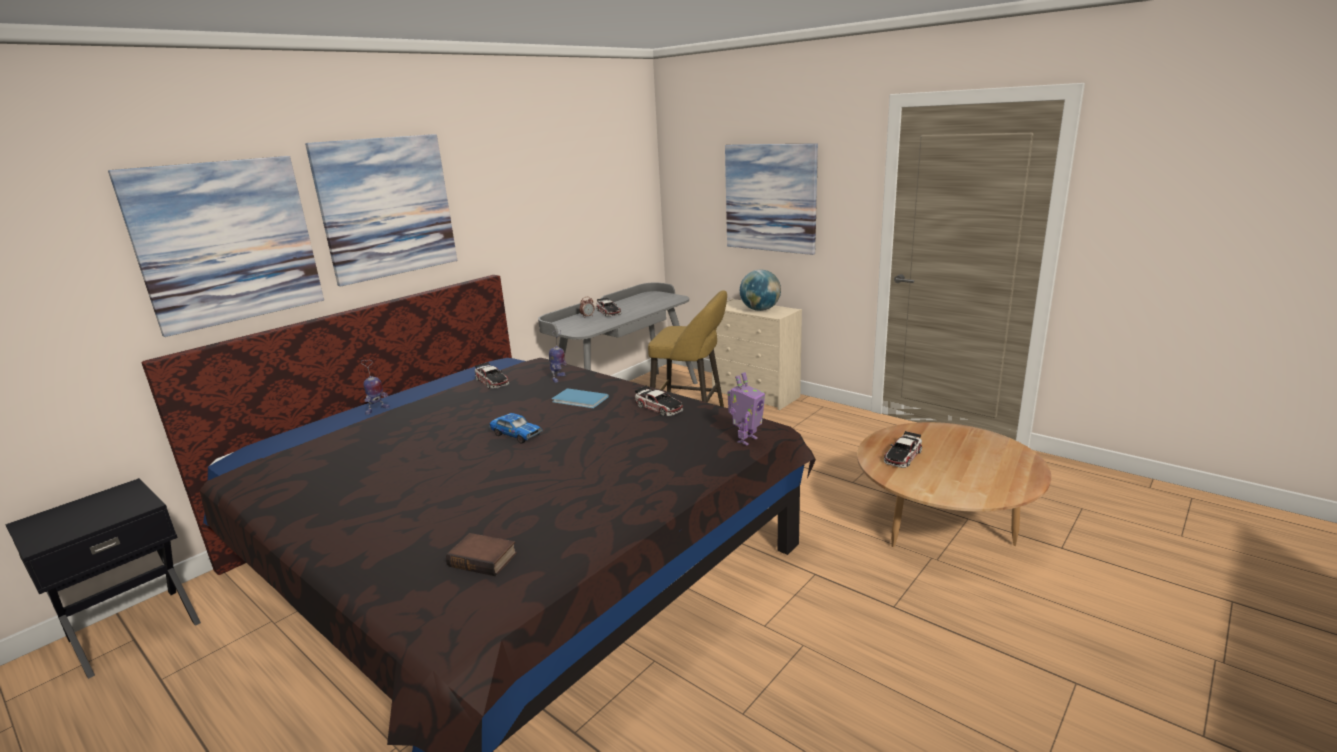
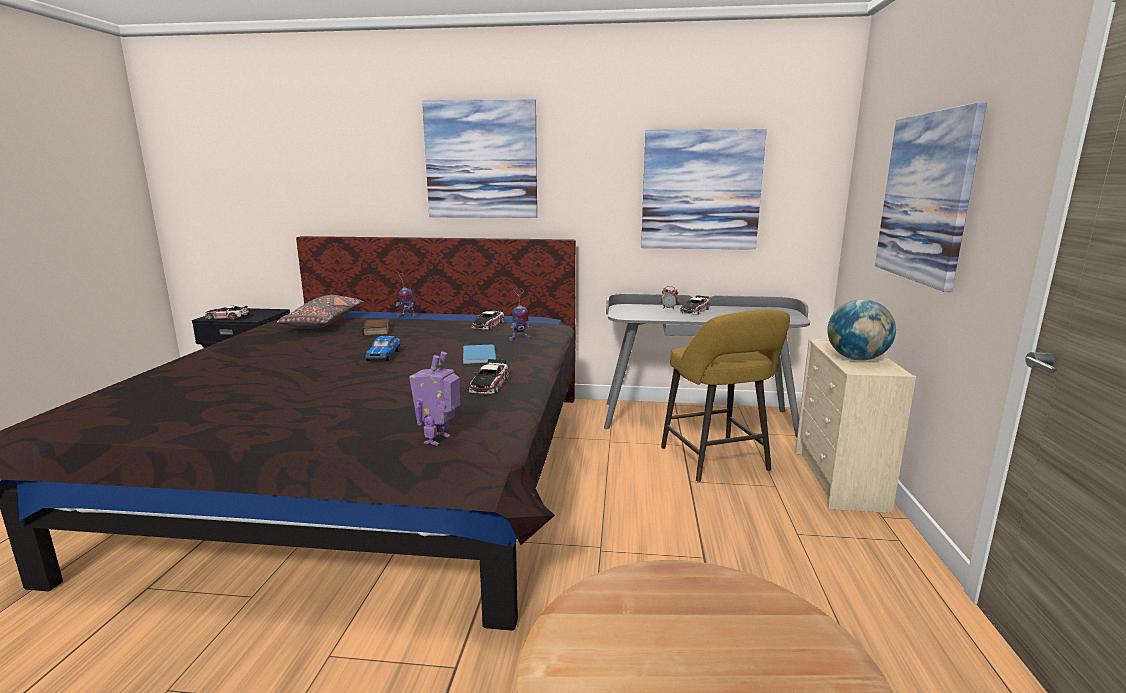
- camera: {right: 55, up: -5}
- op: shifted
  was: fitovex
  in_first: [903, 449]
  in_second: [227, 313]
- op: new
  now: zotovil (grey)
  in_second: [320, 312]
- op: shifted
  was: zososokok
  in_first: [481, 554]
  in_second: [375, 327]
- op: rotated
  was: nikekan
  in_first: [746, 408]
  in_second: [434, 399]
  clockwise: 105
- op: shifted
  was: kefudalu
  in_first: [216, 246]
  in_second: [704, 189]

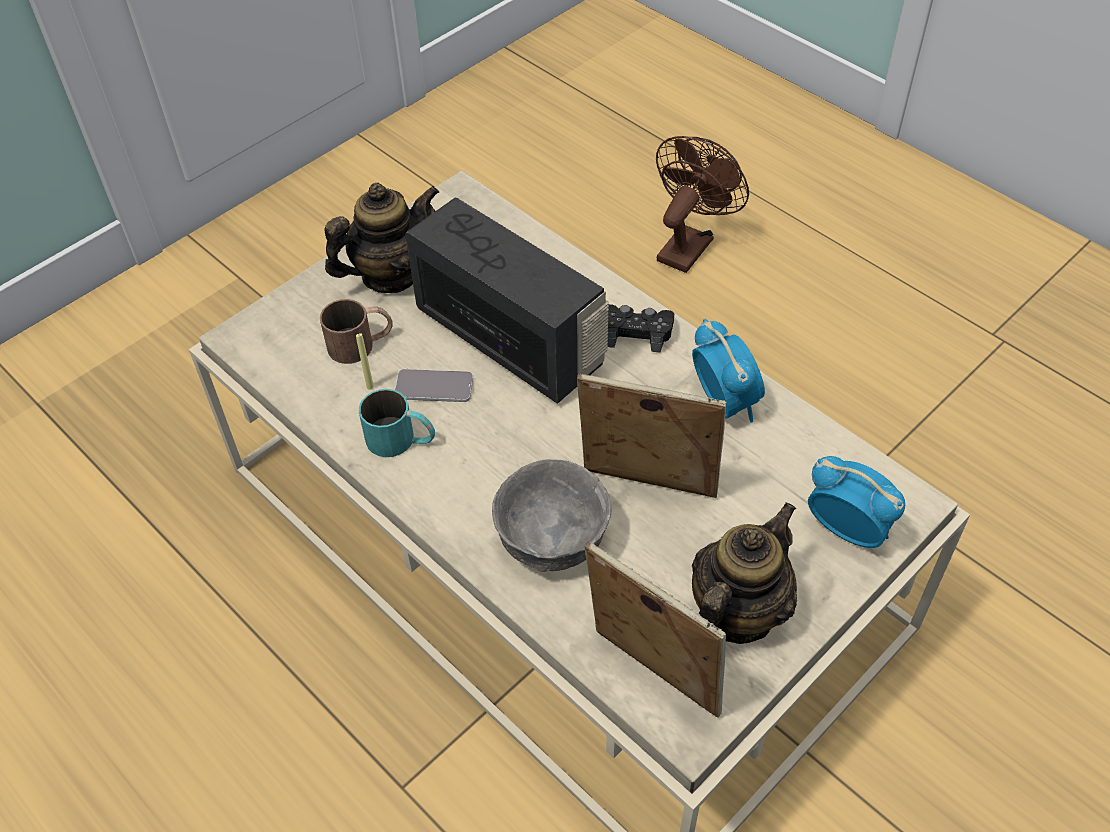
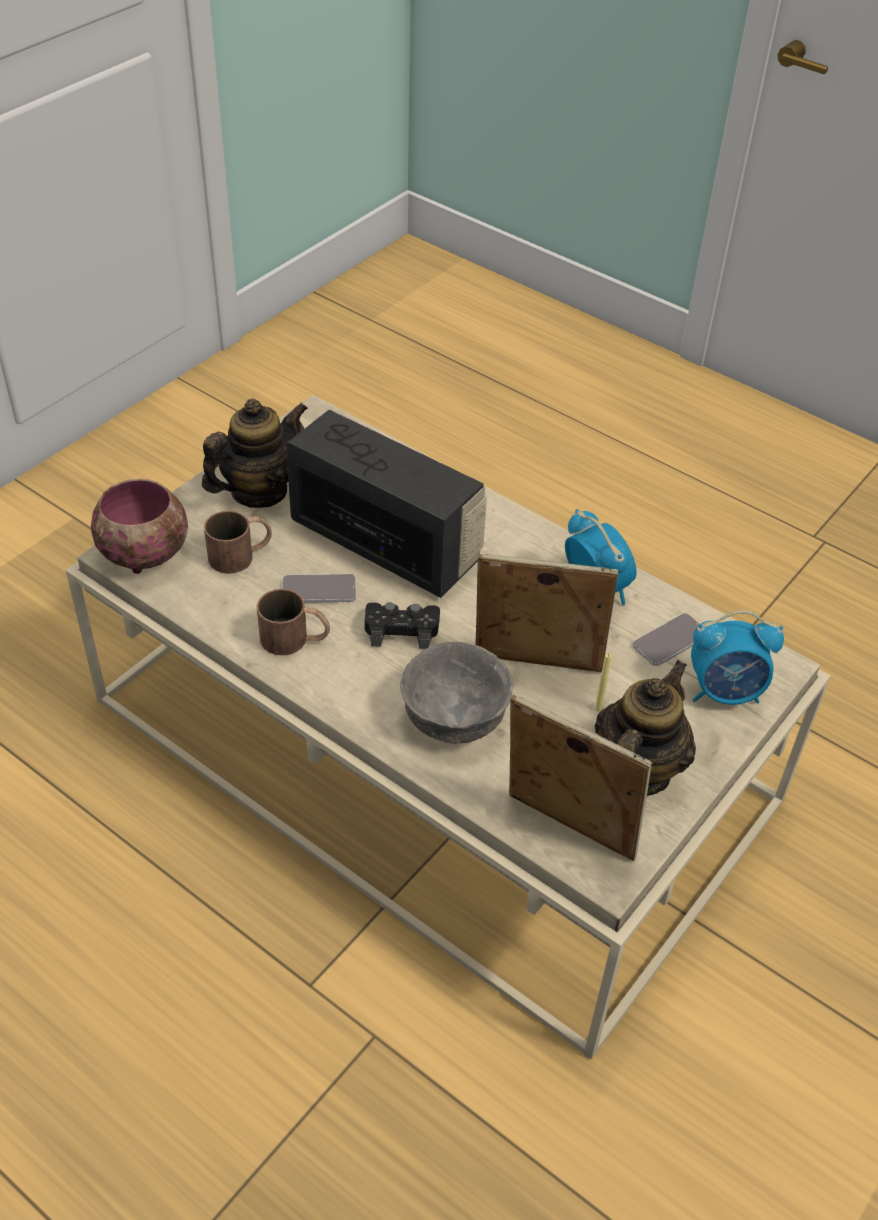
- camera: {right: -10, up: -5}
- op: new
  now: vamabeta
  in_second: [139, 526]
- op: repainted
  was: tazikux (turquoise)
  now: tazikux (brown)
  in_first: [397, 423]
  in_second: [293, 622]
- op: shifted
  was: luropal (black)
  in_first: [640, 328]
  in_second: [402, 625]
- op: shifted
  was: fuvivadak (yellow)
  in_first: [365, 361]
  in_second: [603, 683]
- op: new
  now: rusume
  in_second: [666, 639]
- op: rotated
  was: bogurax
  in_first: [856, 502]
  in_second: [737, 657]
  clockwise: 150
- op: gone
  was: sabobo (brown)
  in_first: [702, 204]

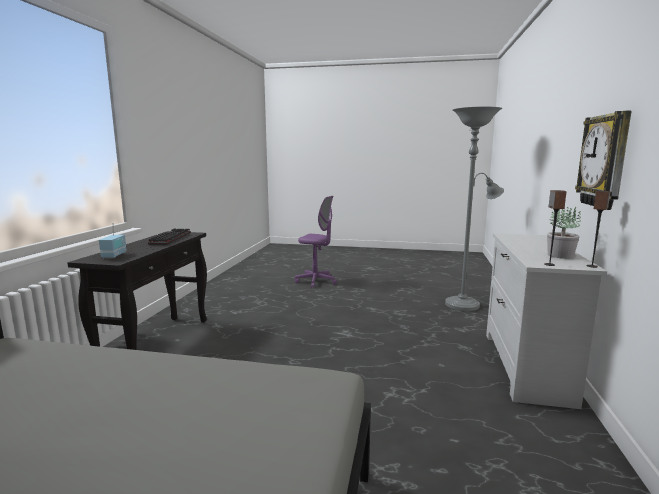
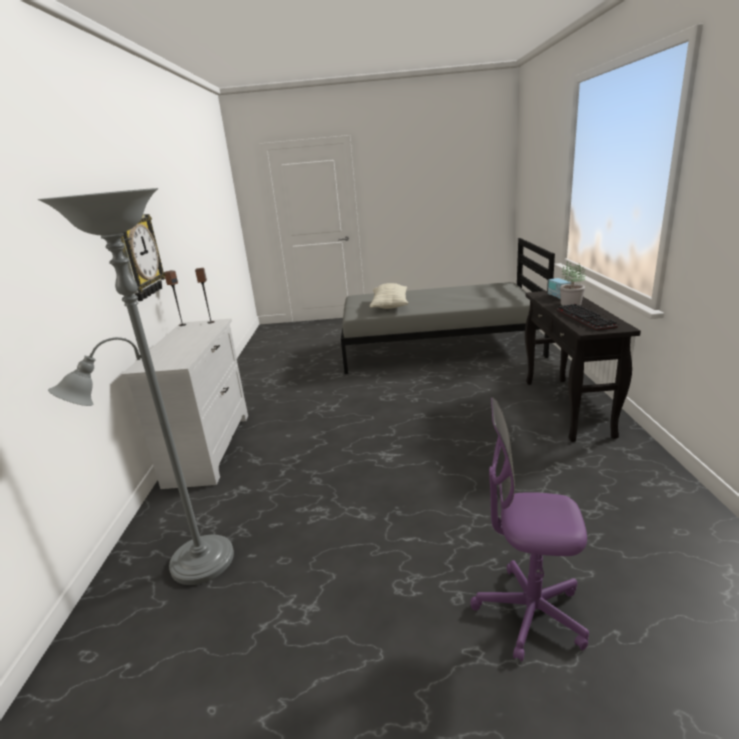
- camera: {right: 170, up: 10}
- op: new
  now: zotovil
  in_second: [389, 296]
- op: shifted
  was: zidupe
  in_first: [564, 232]
  in_second: [573, 284]

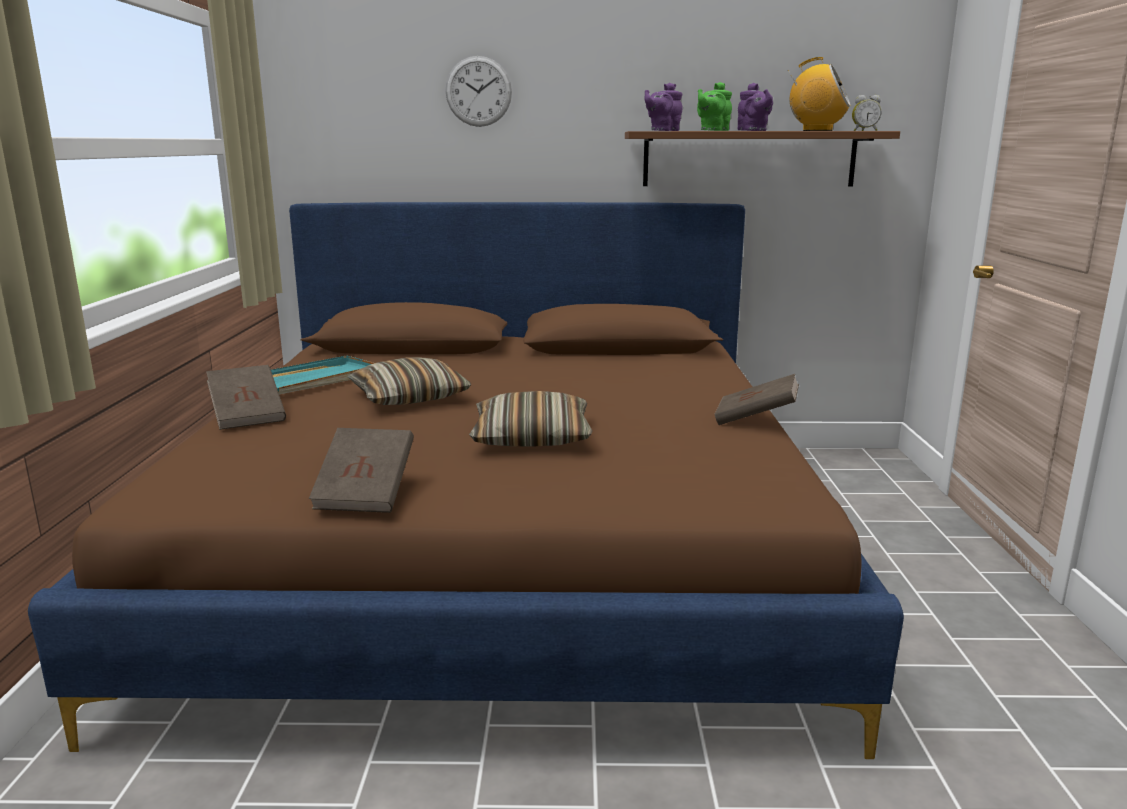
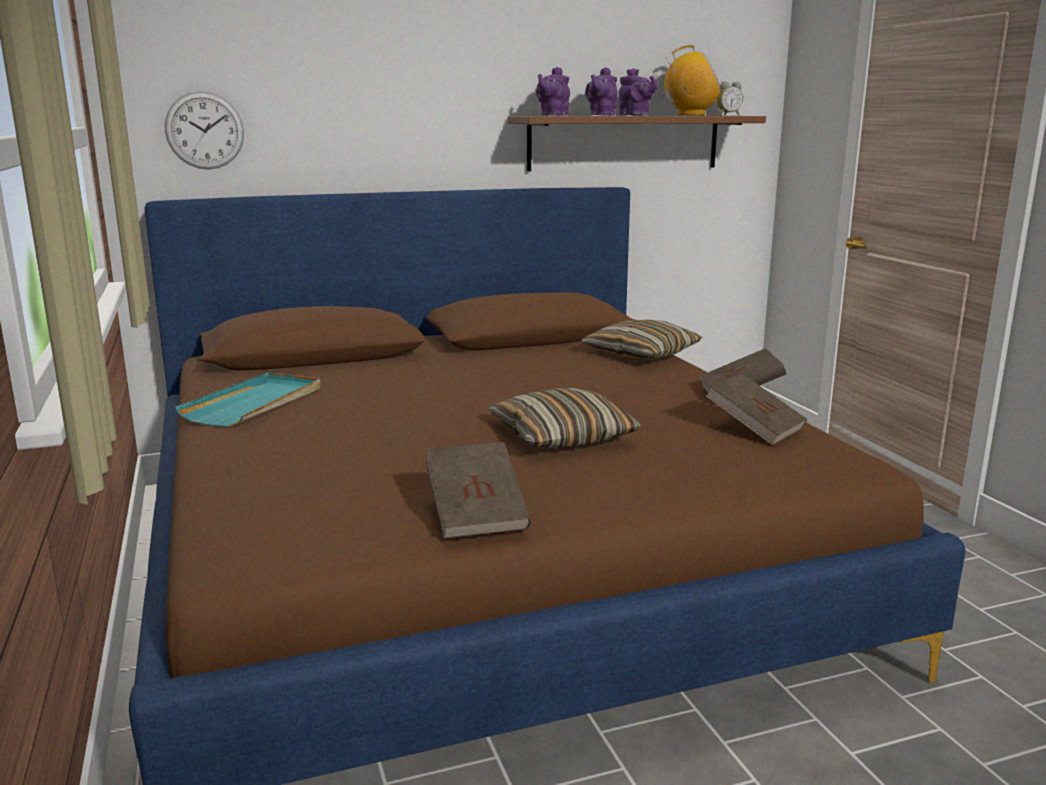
- camera: {right: -20, up: 0}
- op: shifted
  was: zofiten
  in_first: [478, 91]
  in_second: [204, 130]
- op: shifted
  was: zotovil
  in_first: [409, 381]
  in_second: [641, 340]
- op: repainted
  was: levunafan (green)
  now: levunafan (purple)
  in_first: [714, 106]
  in_second: [601, 91]
- op: shifted
  was: zososokok (brown)
  in_first: [246, 397]
  in_second: [756, 409]

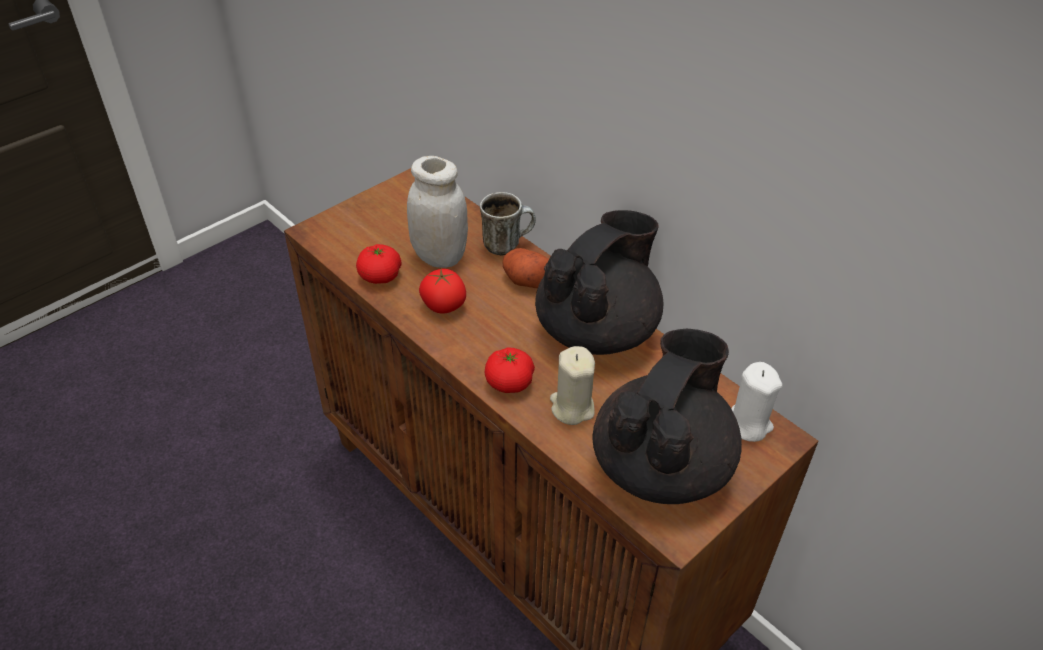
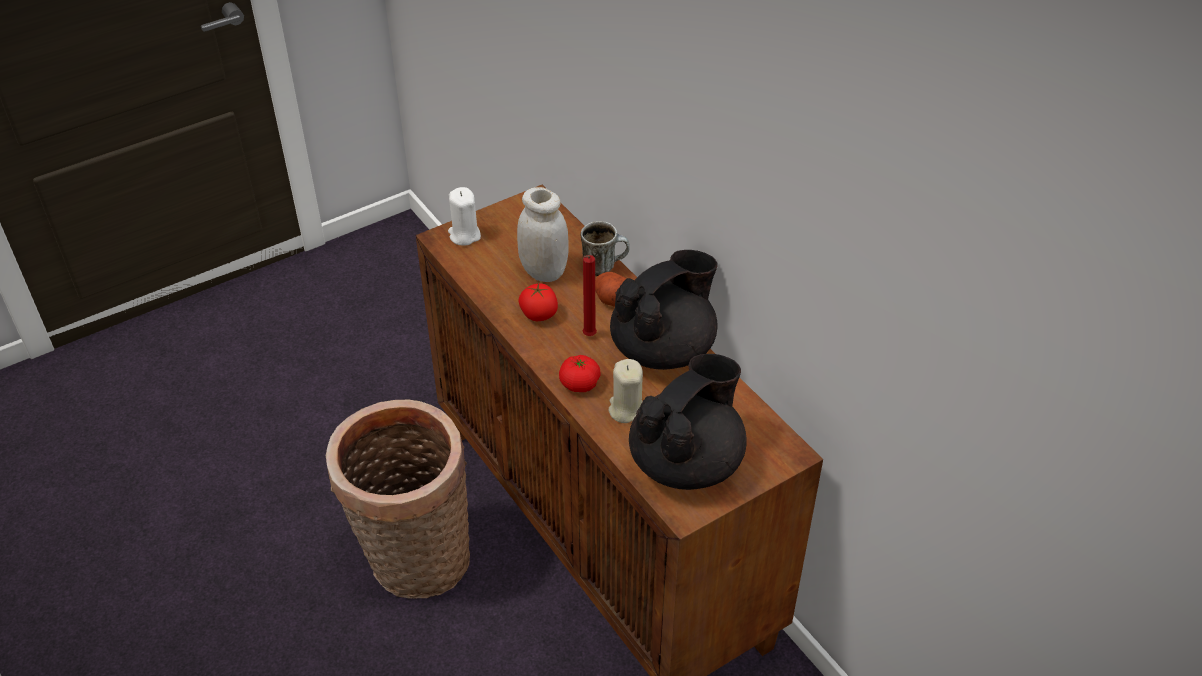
- camera: {right: 10, up: 0}
- op: new
  now: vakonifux
  in_second: [398, 499]
- op: shifted
  was: fuvivadak (white)
  in_first: [757, 402]
  in_second: [464, 216]
- op: new
  now: fuvivadak (red)
  in_second: [590, 295]
- op: gone
  was: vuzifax
  in_first: [379, 264]

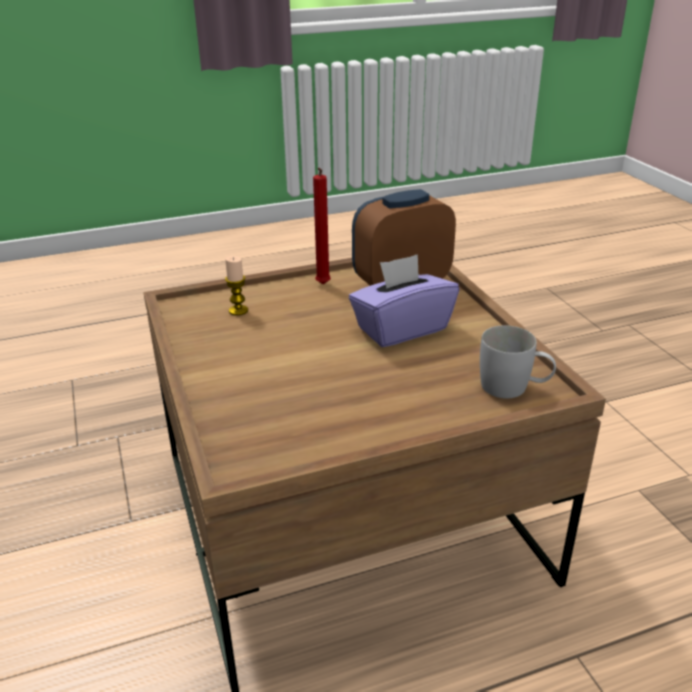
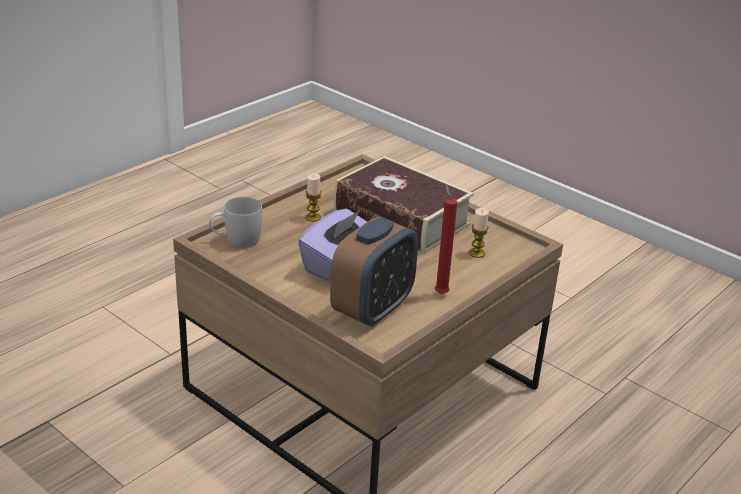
- camera: {right: 150, up: 0}
- op: new
  now: fuvivadak
  in_second: [313, 198]
- op: new
  now: zososokok
  in_second: [404, 205]

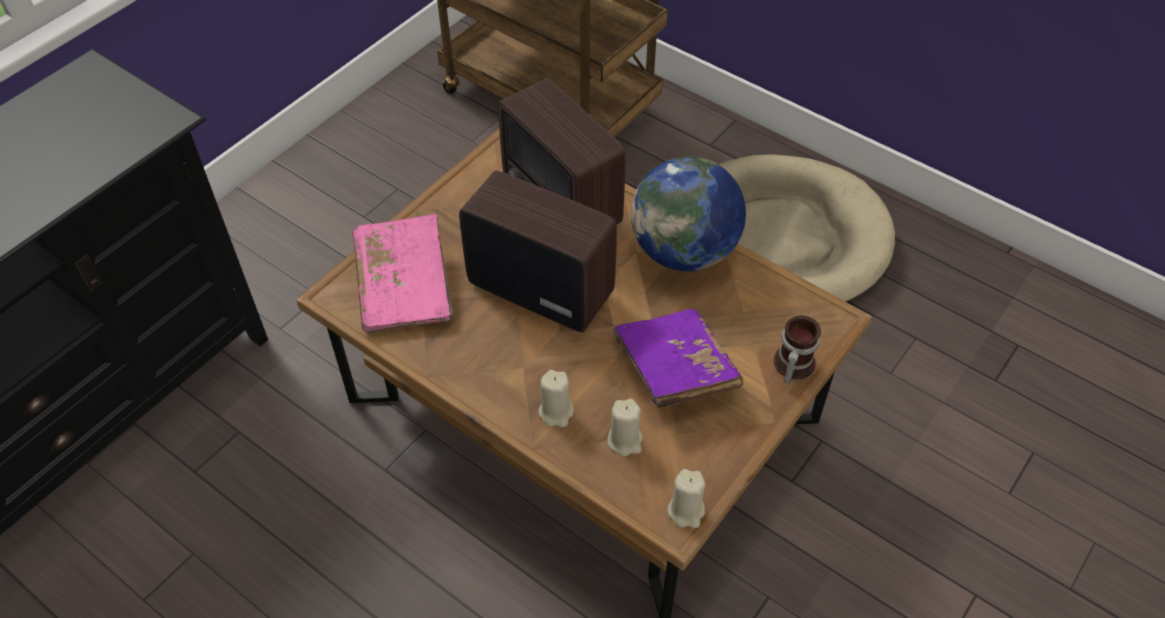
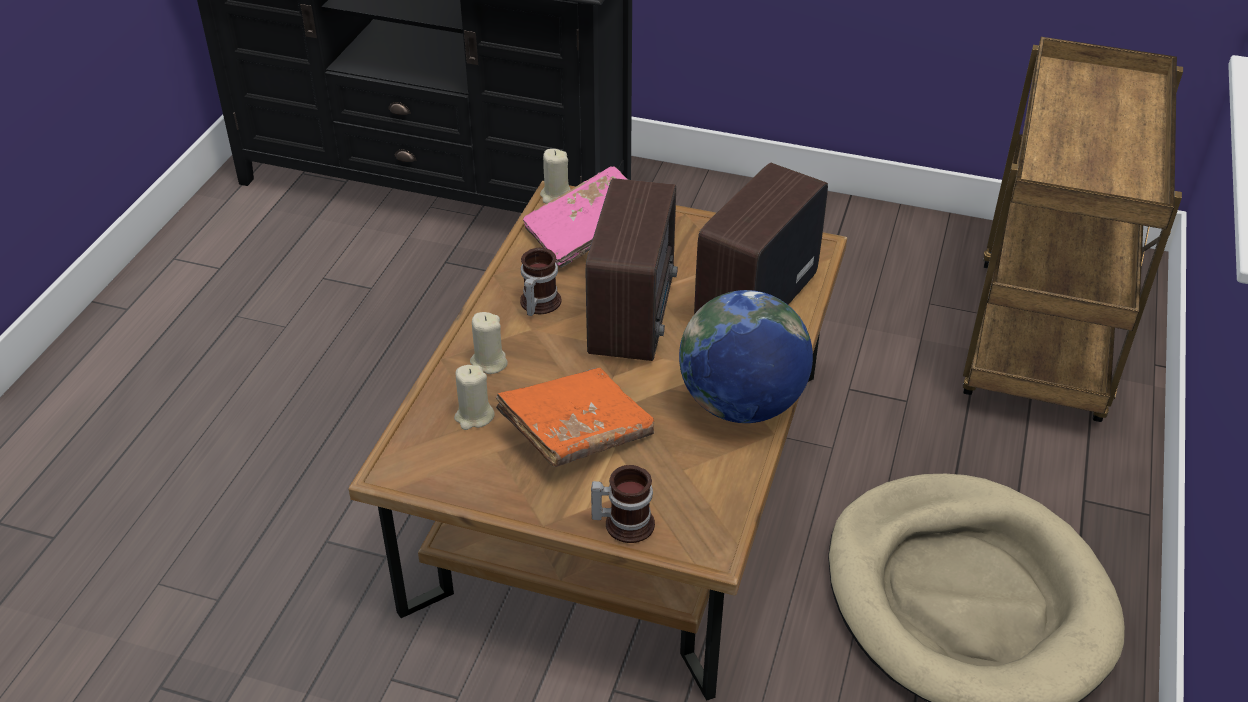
- camera: {right: 70, up: -10}
- op: repainted
  was: zososokok (purple)
  now: zososokok (orange)
  in_first: [678, 358]
  in_second: [574, 417]
- op: new
  now: tazikux
  in_second: [540, 282]
- op: shifted
  was: fuvivadak (beige)
  in_first: [686, 498]
  in_second: [555, 176]

